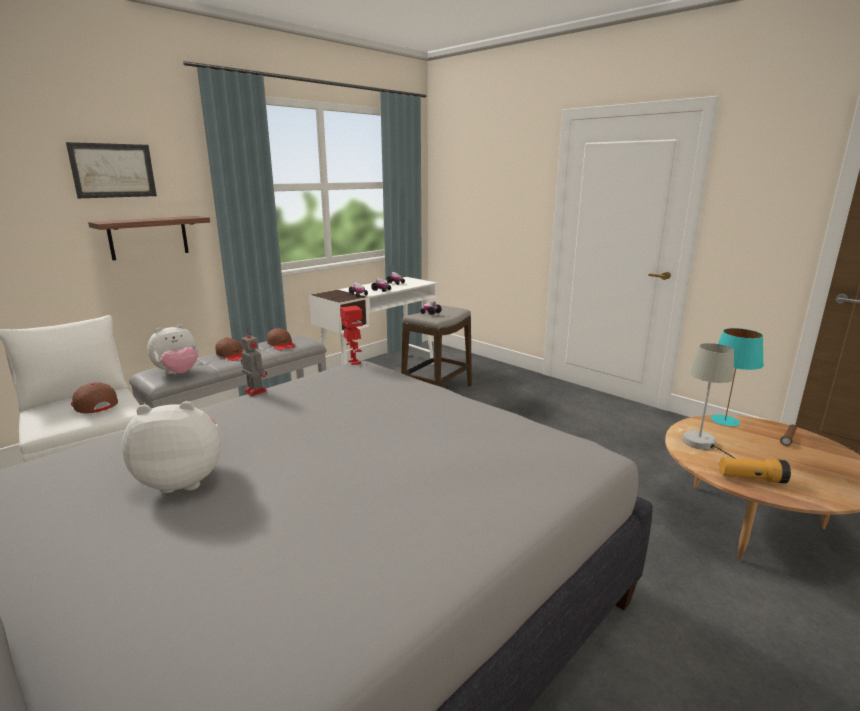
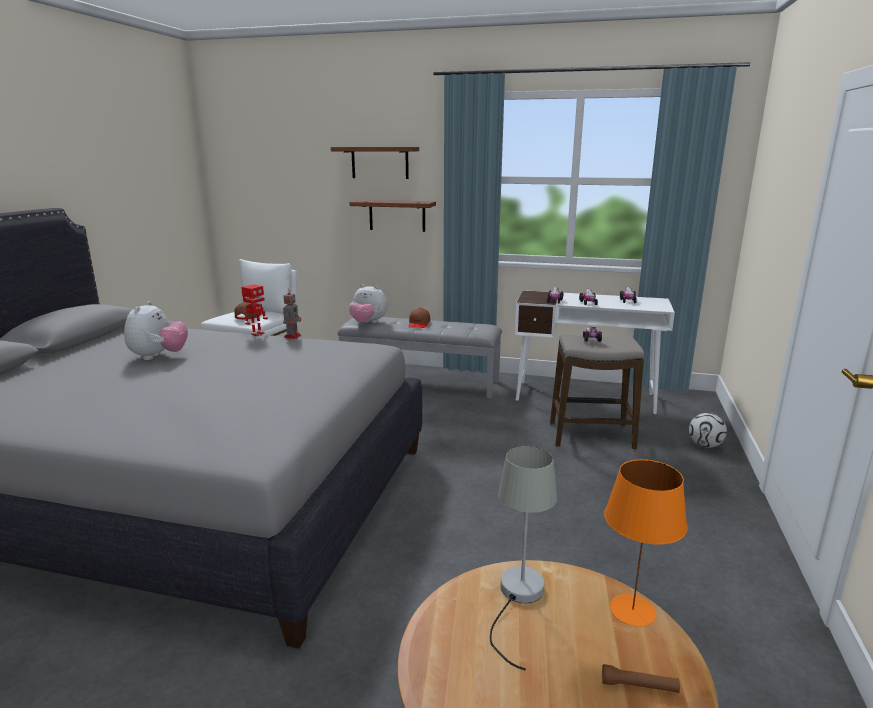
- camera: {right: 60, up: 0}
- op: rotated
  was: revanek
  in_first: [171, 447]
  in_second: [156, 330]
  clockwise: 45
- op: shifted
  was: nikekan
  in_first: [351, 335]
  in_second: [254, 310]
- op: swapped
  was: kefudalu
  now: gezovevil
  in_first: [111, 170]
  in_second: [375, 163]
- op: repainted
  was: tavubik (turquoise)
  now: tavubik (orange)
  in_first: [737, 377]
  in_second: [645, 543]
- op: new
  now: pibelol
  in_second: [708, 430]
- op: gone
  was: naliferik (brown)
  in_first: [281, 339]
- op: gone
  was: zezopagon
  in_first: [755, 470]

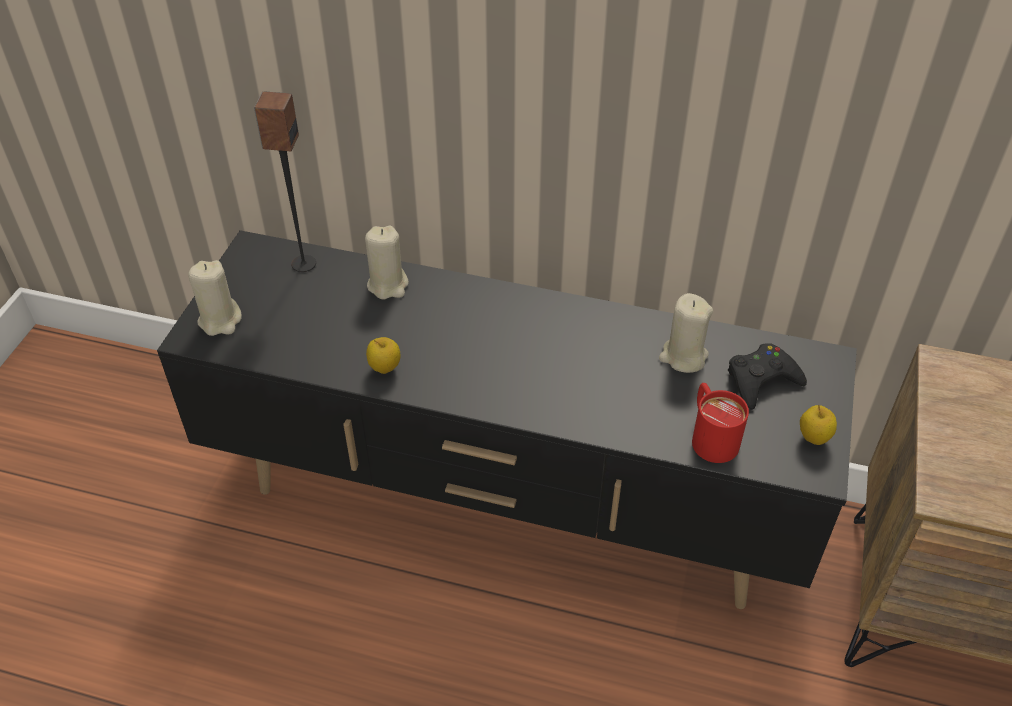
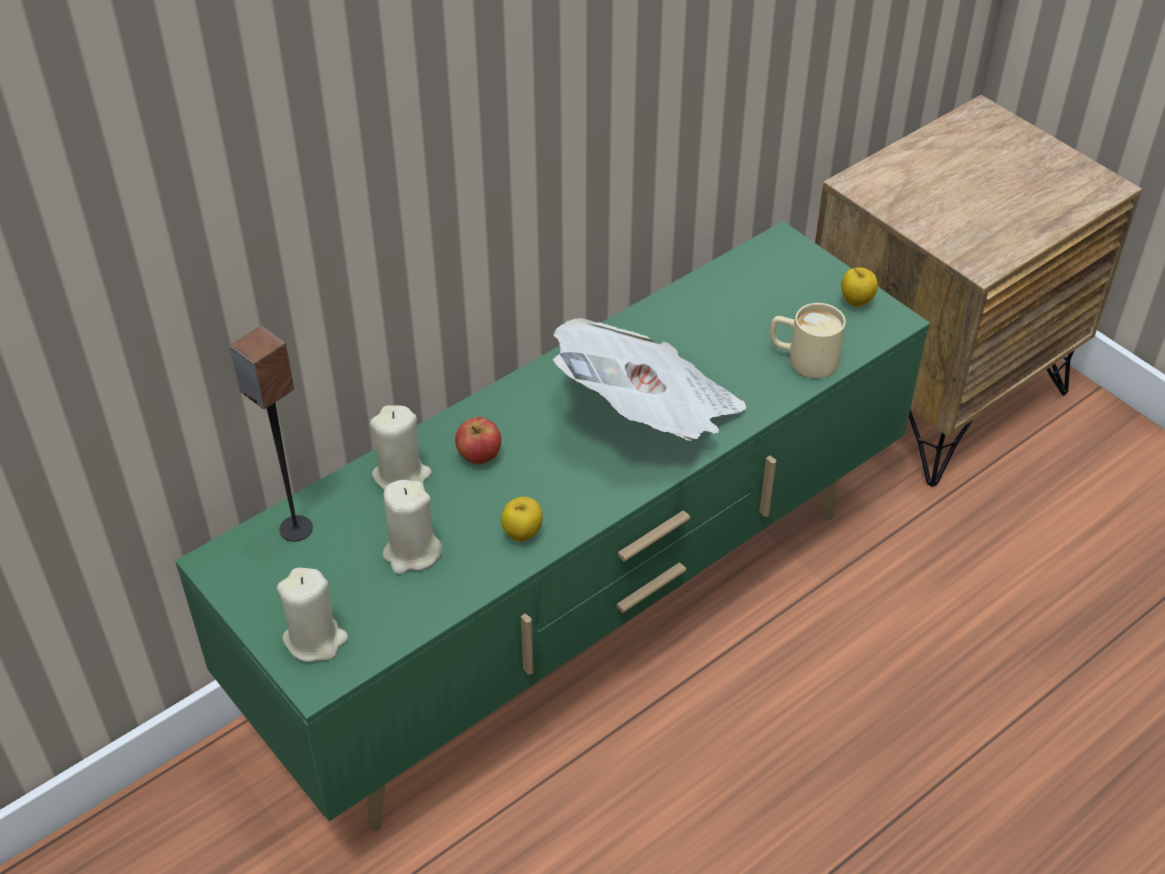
- camera: {right: -55, up: 0}
- op: repainted
  was: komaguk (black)
  now: komaguk (green)
  in_first: [507, 419]
  in_second: [552, 526]
- op: shifted
  was: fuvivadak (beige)
  in_first: [686, 333]
  in_second: [412, 527]
- op: new
  now: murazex
  in_second: [478, 440]
- op: new
  now: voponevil
  in_second: [649, 379]
- op: repainted
  was: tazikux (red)
  now: tazikux (beige)
  in_first: [720, 423]
  in_second: [808, 340]
- op: gone
  was: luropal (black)
  in_first: [767, 376]

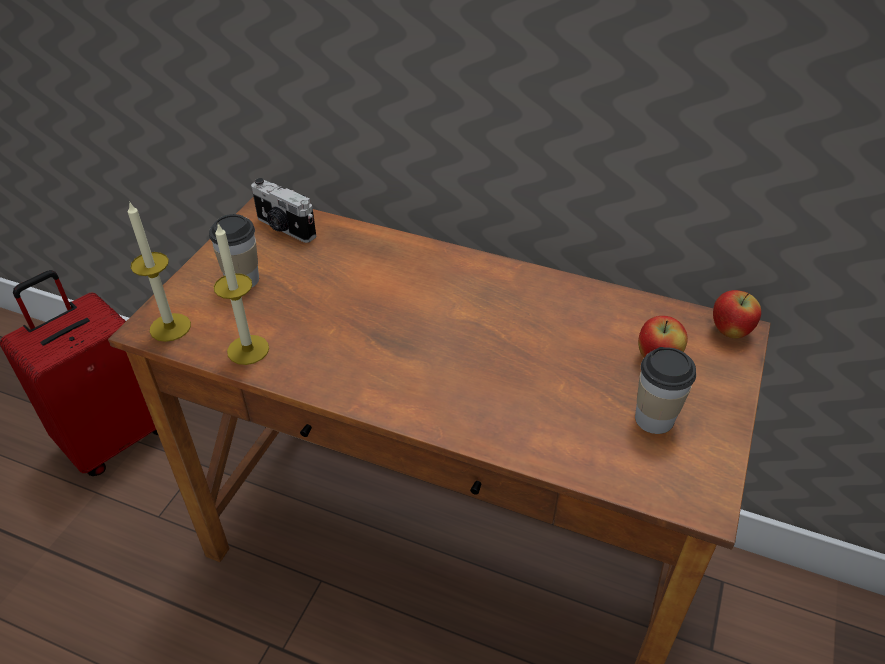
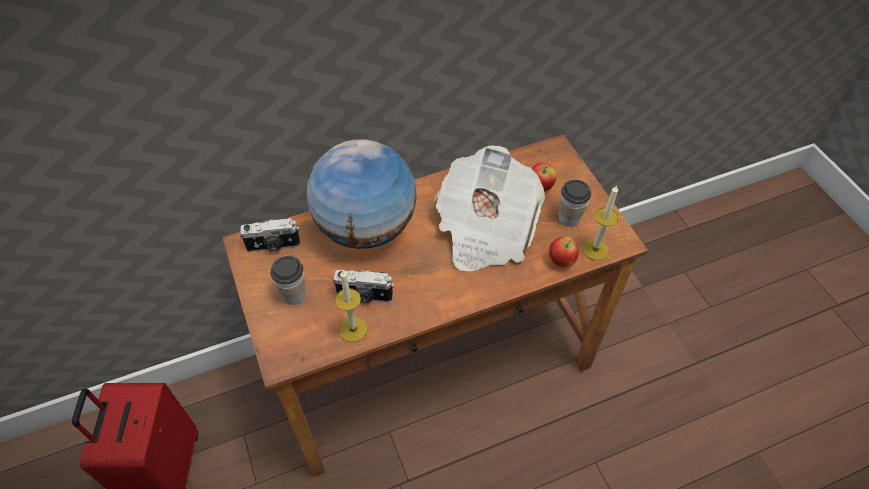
- camera: {right: -45, up: 10}
- op: new
  now: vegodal
  in_second: [361, 194]
- op: new
  now: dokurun
  in_second: [363, 286]
- op: new
  now: voponevil
  in_second: [490, 208]
- op: shifted
  was: murazex
  in_first: [737, 314]
  in_second: [564, 252]
- op: shifted
  was: fuvivadak
  in_first: [159, 271]
  in_second: [600, 222]

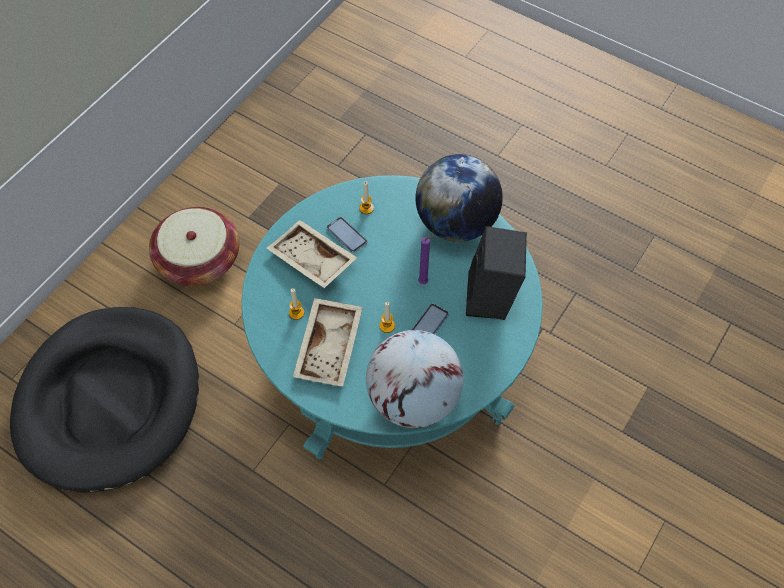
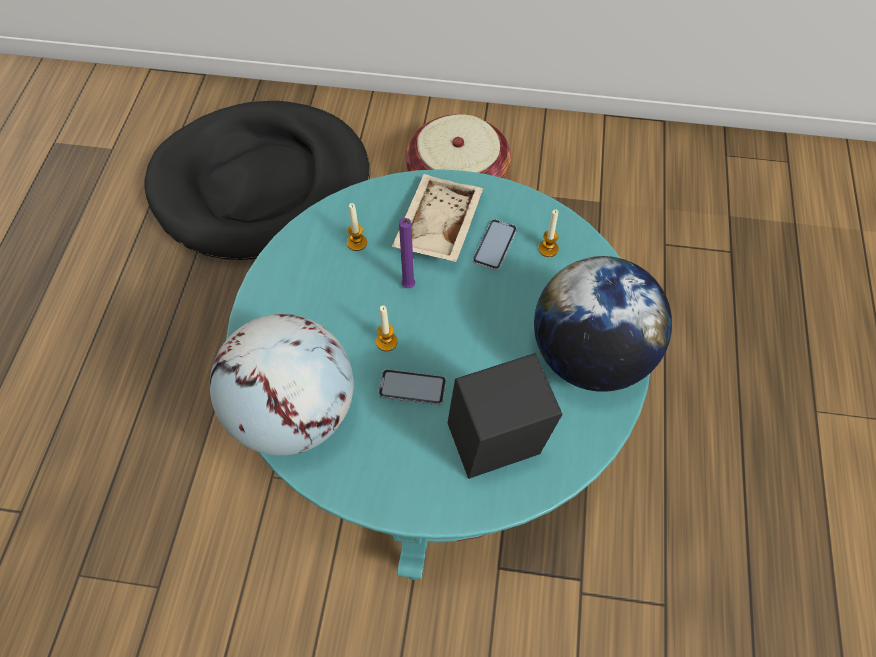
- camera: {right: 65, up: 0}
- op: shifted
  was: fuvivadak (purple)
  in_first: [426, 260]
  in_second: [407, 253]
- op: gone
  was: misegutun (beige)
  in_first: [328, 342]

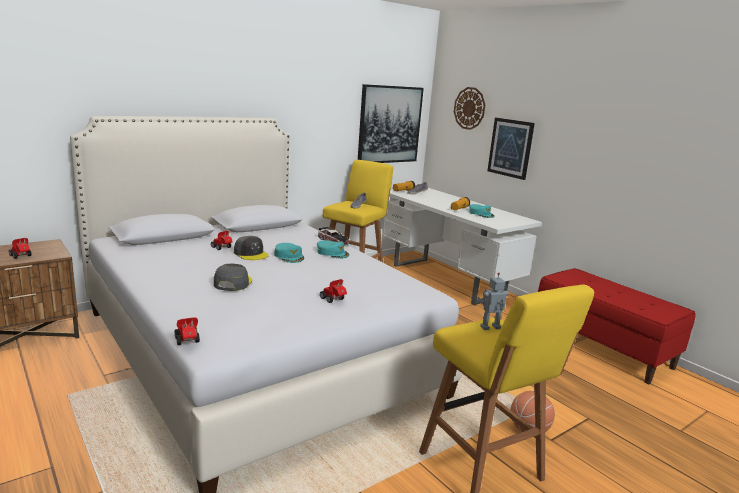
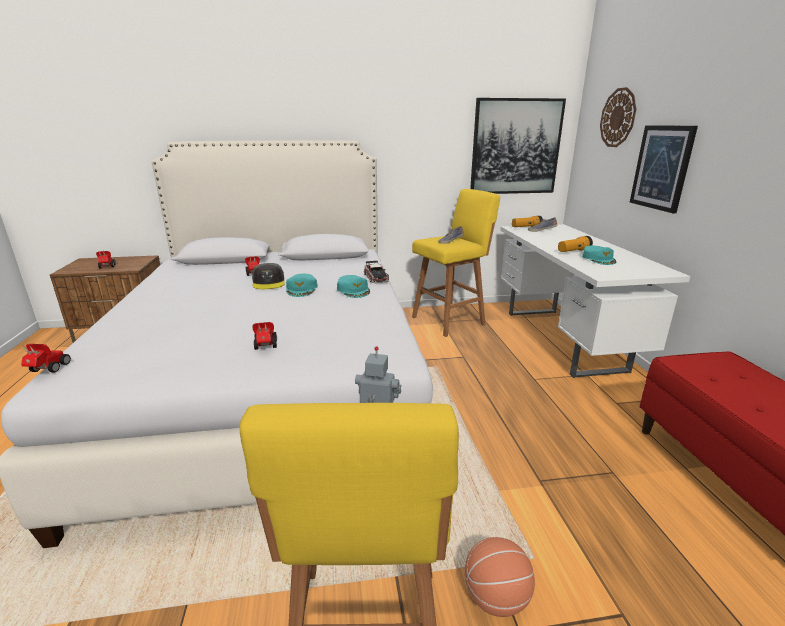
- camera: {right: 30, up: 5}
- op: gone
  was: naliferik (grey)
  in_first: [233, 277]

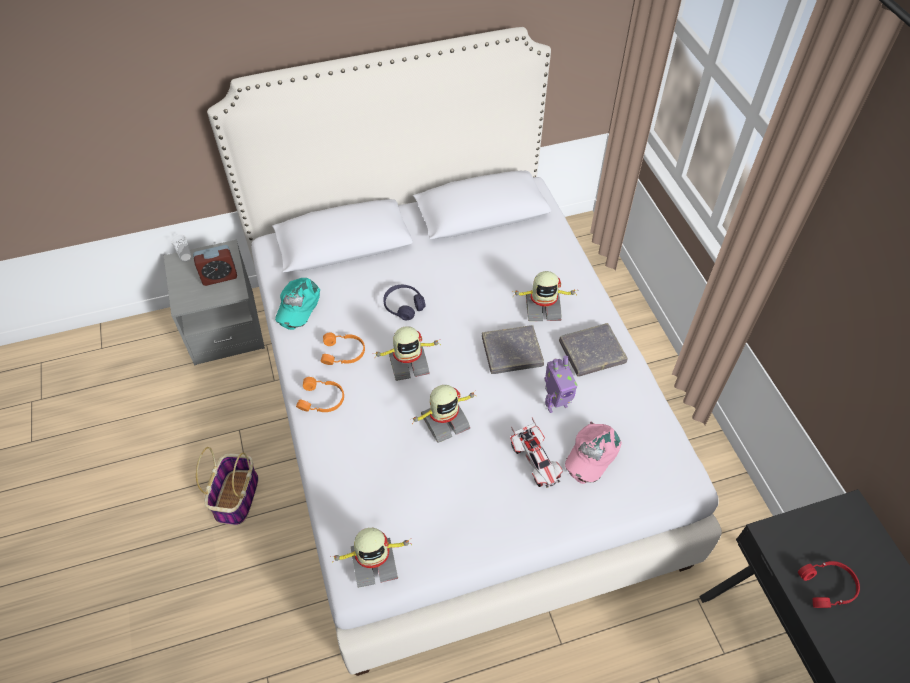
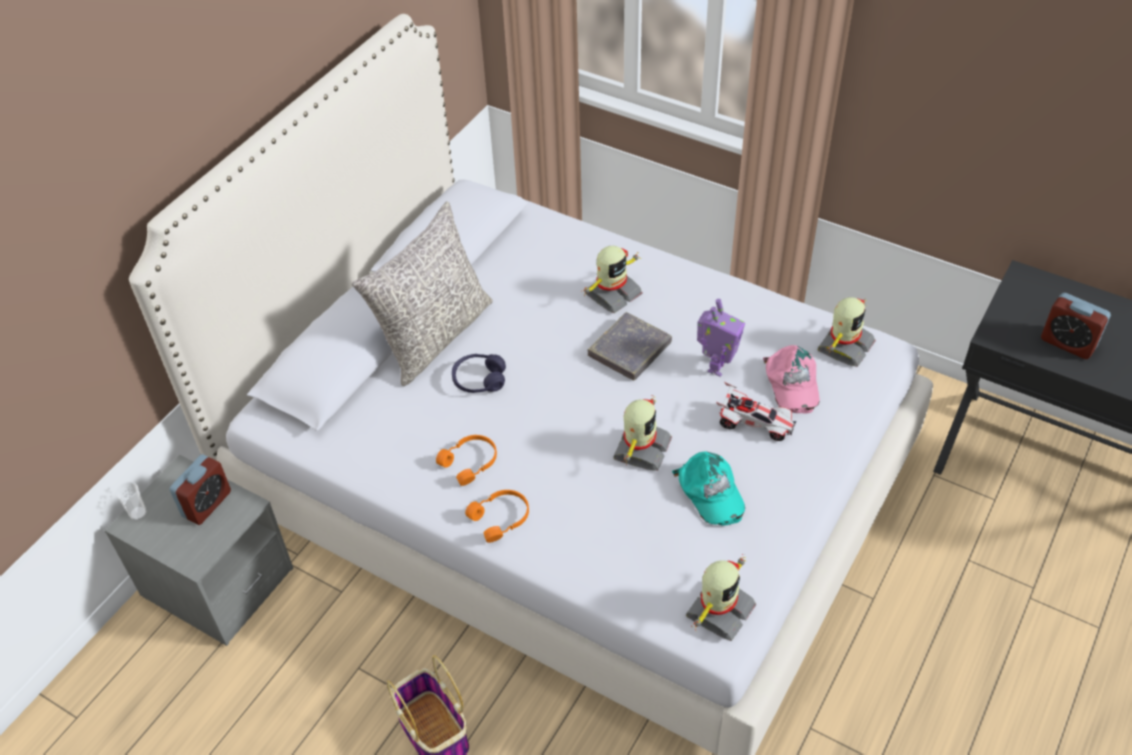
- camera: {right: -40, up: -5}
- op: new
  now: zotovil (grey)
  in_second: [422, 293]
- op: shifted
  was: naliferik (turquoise)
  in_first: [297, 304]
  in_second: [708, 488]
- op: shifted
  was: nikekan
  in_first: [408, 353]
  in_second: [846, 332]
- op: swapped
  was: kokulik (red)
  now: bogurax
  in_first: [829, 584]
  in_second: [1076, 326]
- op: gone
  was: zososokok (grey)
  in_first: [593, 349]

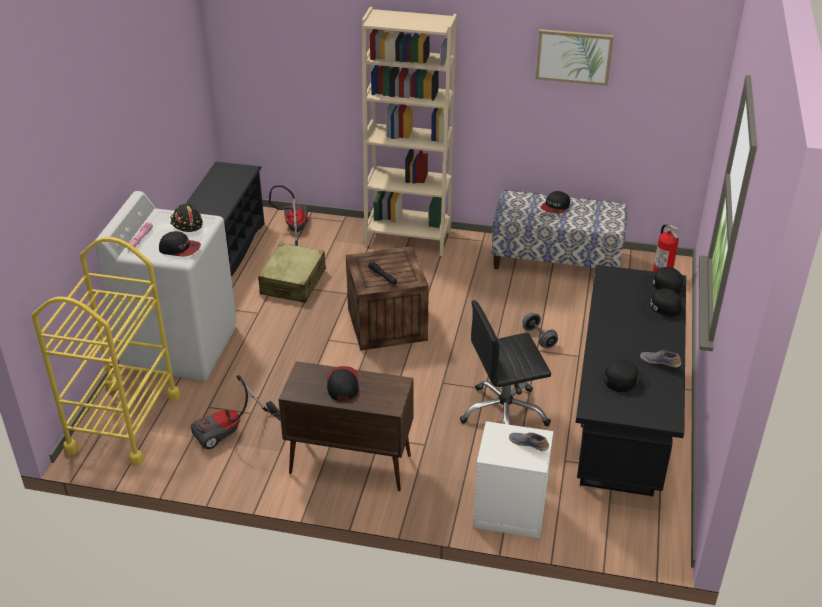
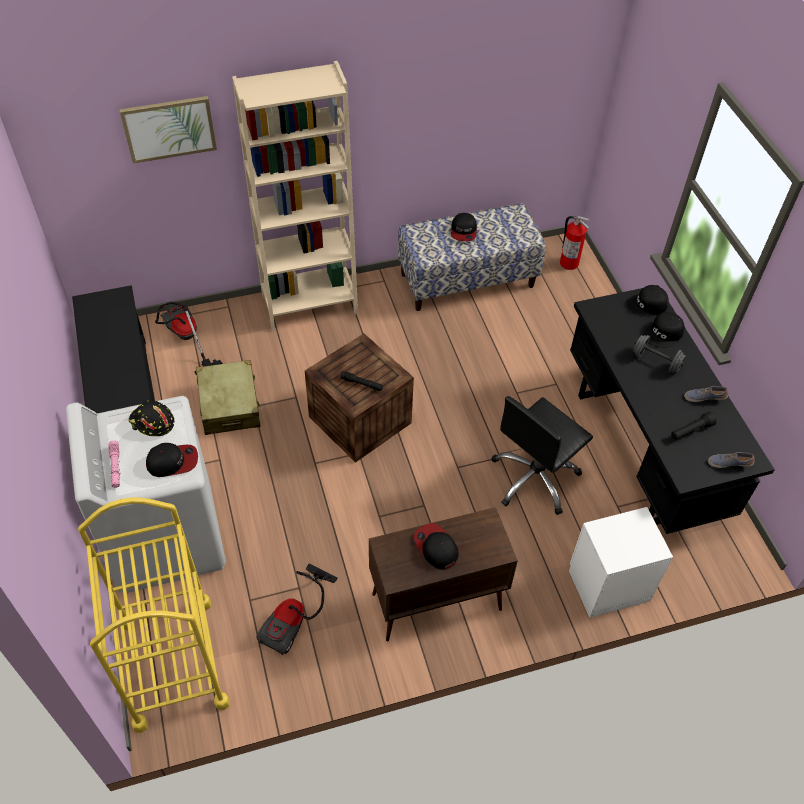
- camera: {right: -30, up: 15}
- op: shifted
  was: kefudalu
  in_first: [575, 57]
  in_second: [168, 130]
- op: shifted
  was: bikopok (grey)
  in_first: [540, 330]
  in_second: [659, 354]
- op: swapped
  was: naliferik (black)
  now: zezopagon (black)
  in_first: [627, 375]
  in_second: [694, 426]
- op: shifted
  was: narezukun
  in_first: [529, 441]
  in_second: [731, 460]

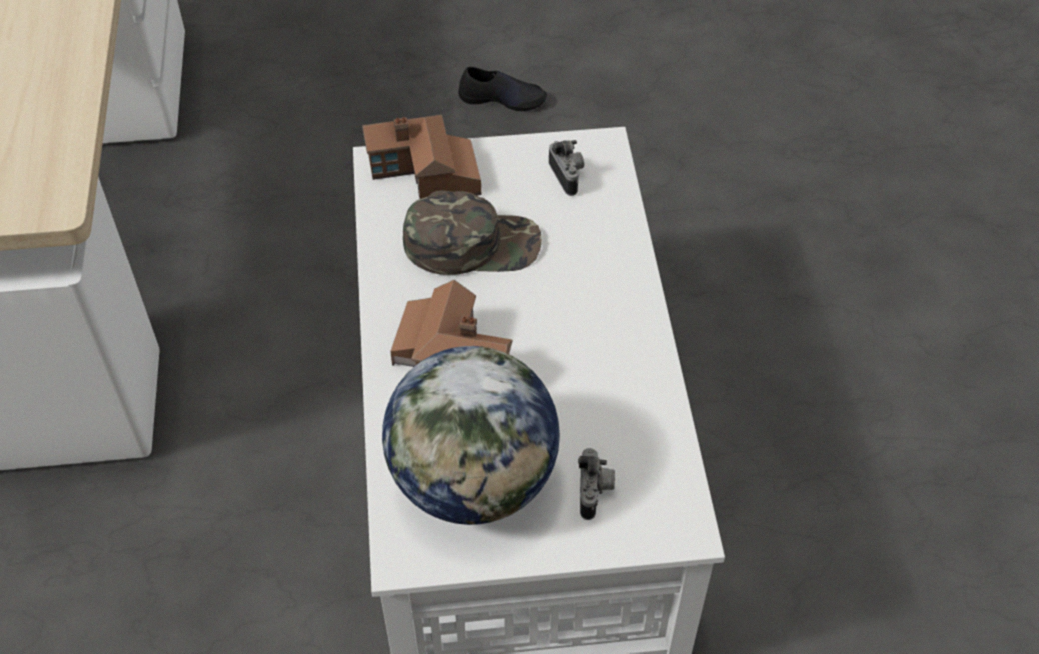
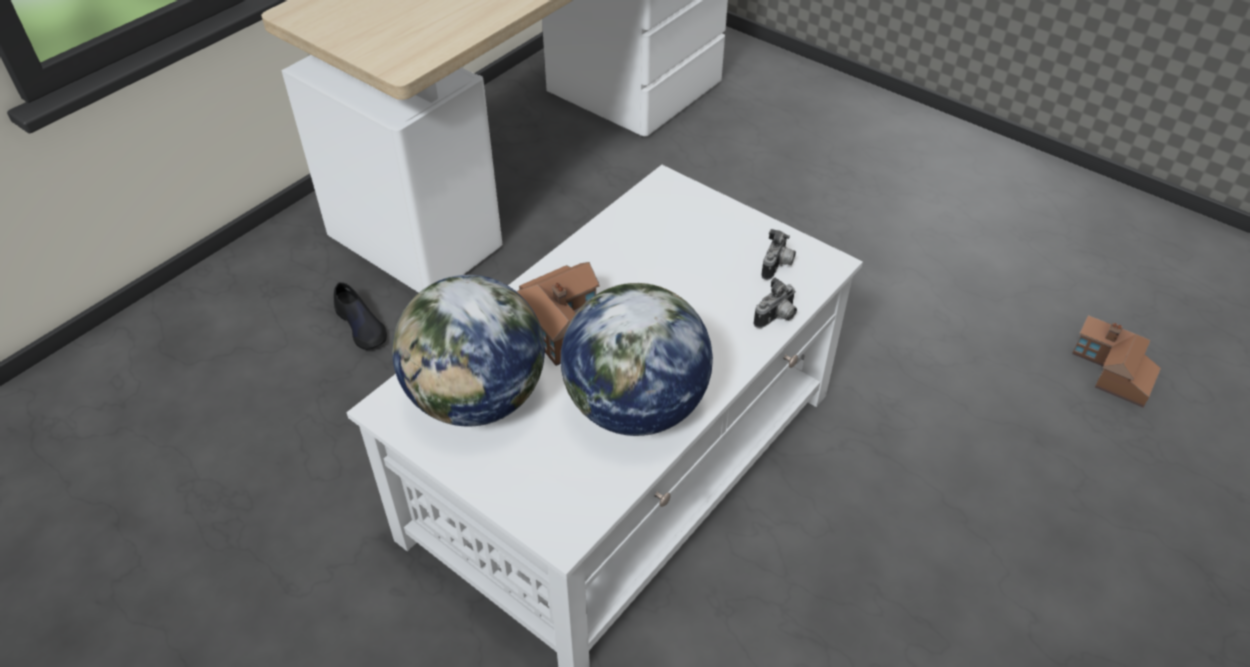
- camera: {right: 45, up: -5}
- op: shifted
  was: narezukun (black)
  in_first: [502, 89]
  in_second: [360, 316]
- op: new
  now: vegodal
  in_second: [637, 359]
- op: shifted
  was: dokurun
  in_first: [596, 484]
  in_second: [775, 302]
- op: shifted
  was: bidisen
  in_first: [421, 157]
  in_second: [1116, 361]
- op: gone
  was: naliferik (green)
  in_first: [472, 232]

